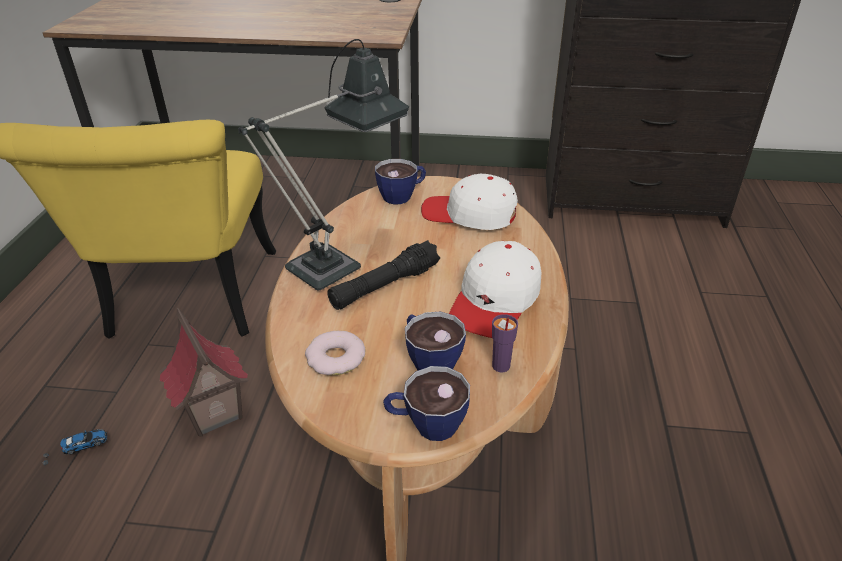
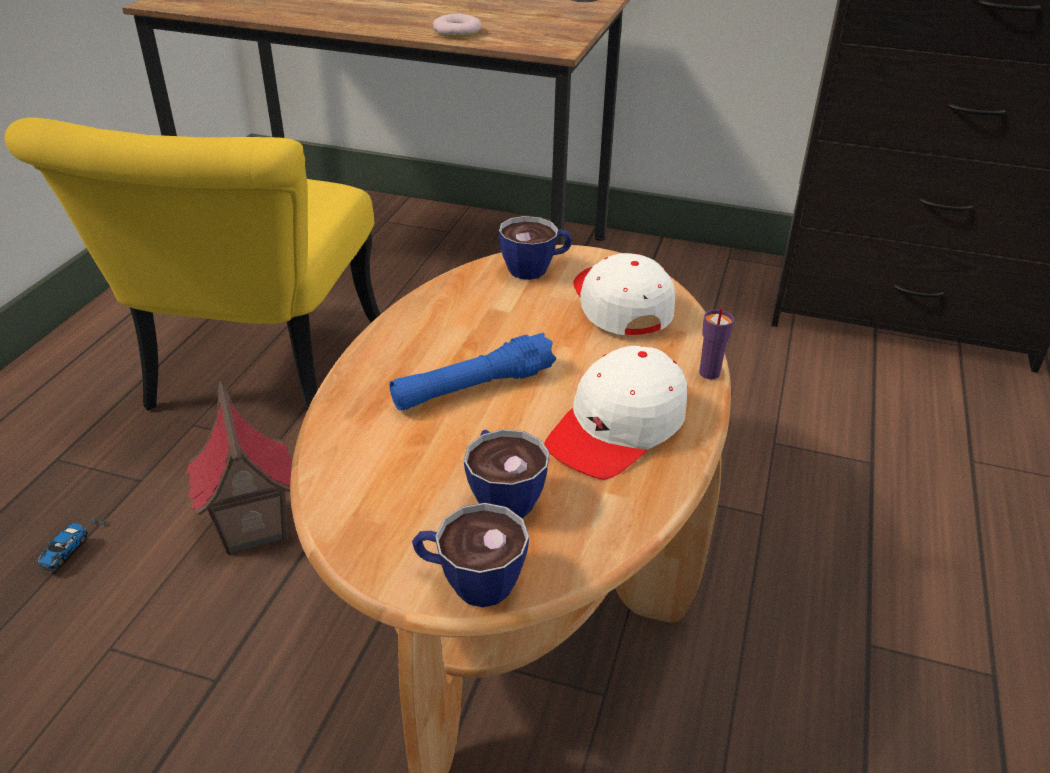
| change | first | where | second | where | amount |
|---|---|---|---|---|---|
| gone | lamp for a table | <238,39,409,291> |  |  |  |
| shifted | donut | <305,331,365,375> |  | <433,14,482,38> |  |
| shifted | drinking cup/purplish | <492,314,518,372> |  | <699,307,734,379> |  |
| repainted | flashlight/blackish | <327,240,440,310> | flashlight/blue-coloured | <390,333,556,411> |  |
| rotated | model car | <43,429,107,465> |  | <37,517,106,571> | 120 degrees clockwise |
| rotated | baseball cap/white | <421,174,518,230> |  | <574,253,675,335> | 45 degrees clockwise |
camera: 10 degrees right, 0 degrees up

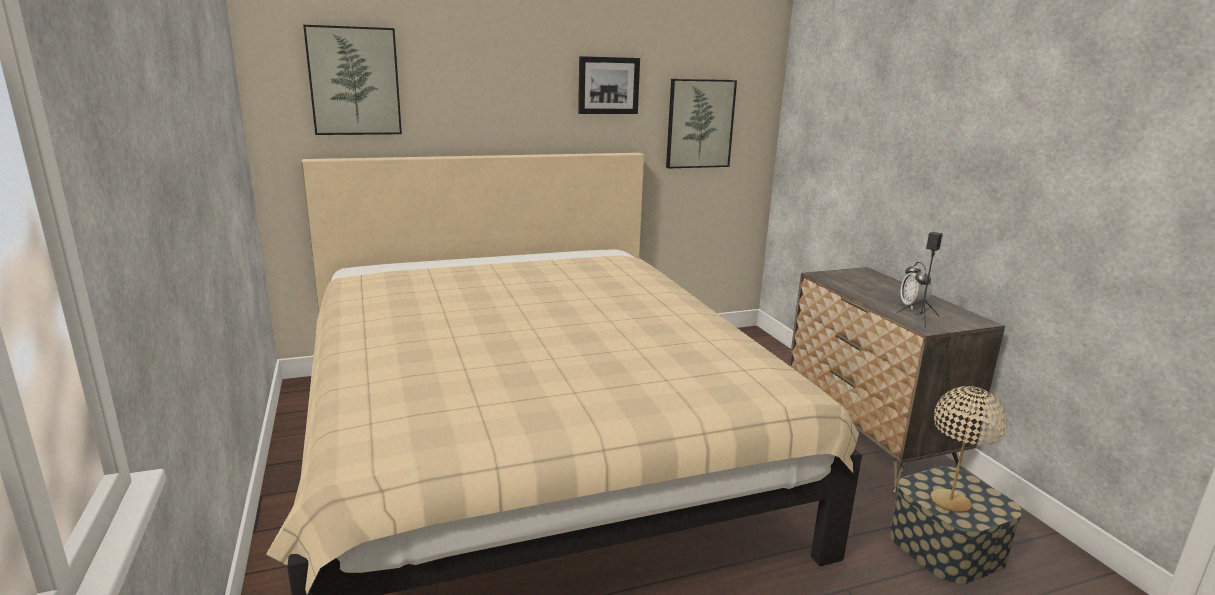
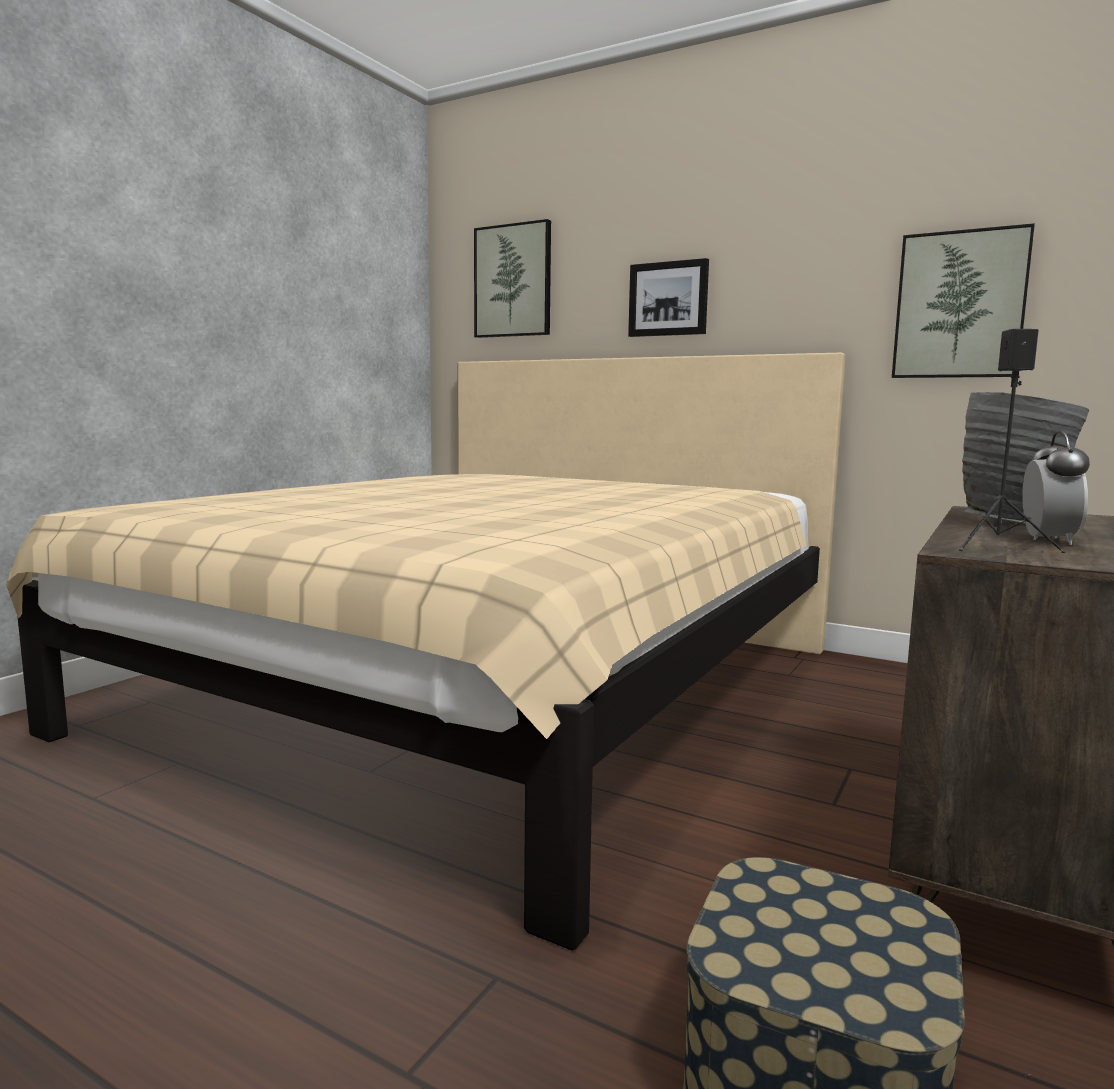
| change | first | where | second | where | amount |
|---|---|---|---|---|---|
| gone | lamp for a table/beige | <930,386,1007,513> |  |  |  |
| new |  |  | vase/gray | <962,392,1089,524> |  |
| shifted | wall art | <578,56,640,114> |  | <628,258,709,337> |  |
| rotated | alarm clock | <900,262,932,310> |  | <1022,430,1090,545> | 150 degrees clockwise |
camera: 50 degrees right, 10 degrees down

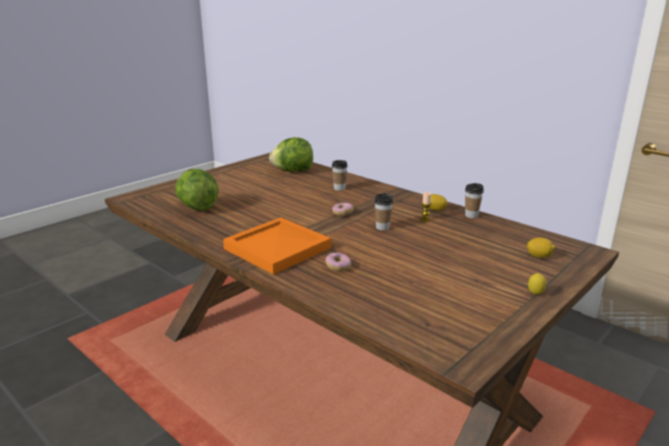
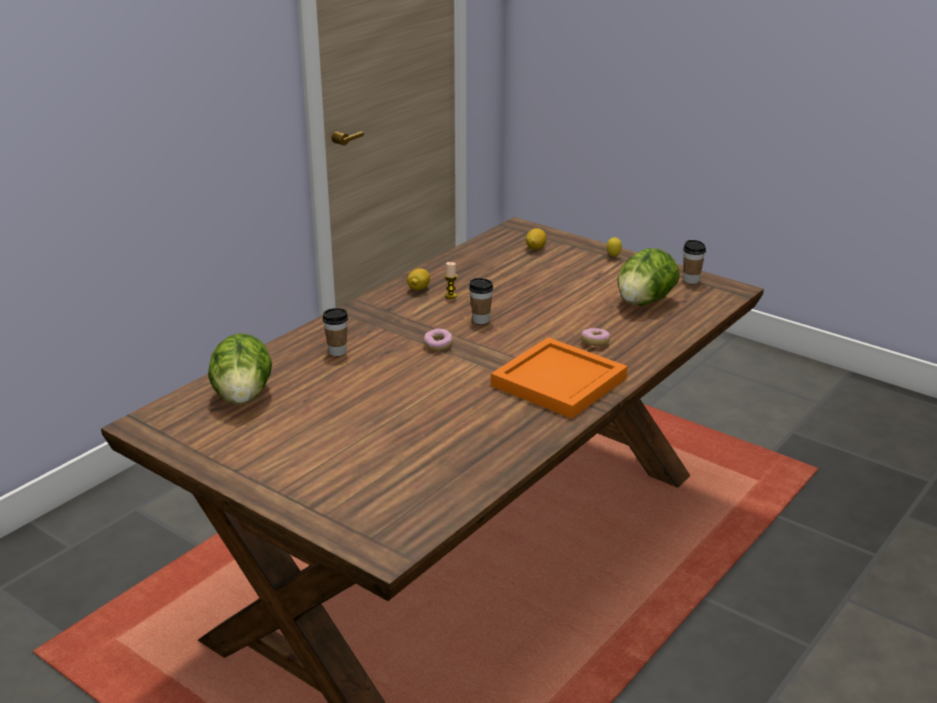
| change | first | where | second | where | amount |
|---|---|---|---|---|---|
| shifted | lettuce head | <175,169,219,211> |  | <618,248,680,306> |  |
| shifted | drinking cup | <465,183,484,218> |  | <683,240,706,284> |  |
camera: 95 degrees left, 5 degrees up

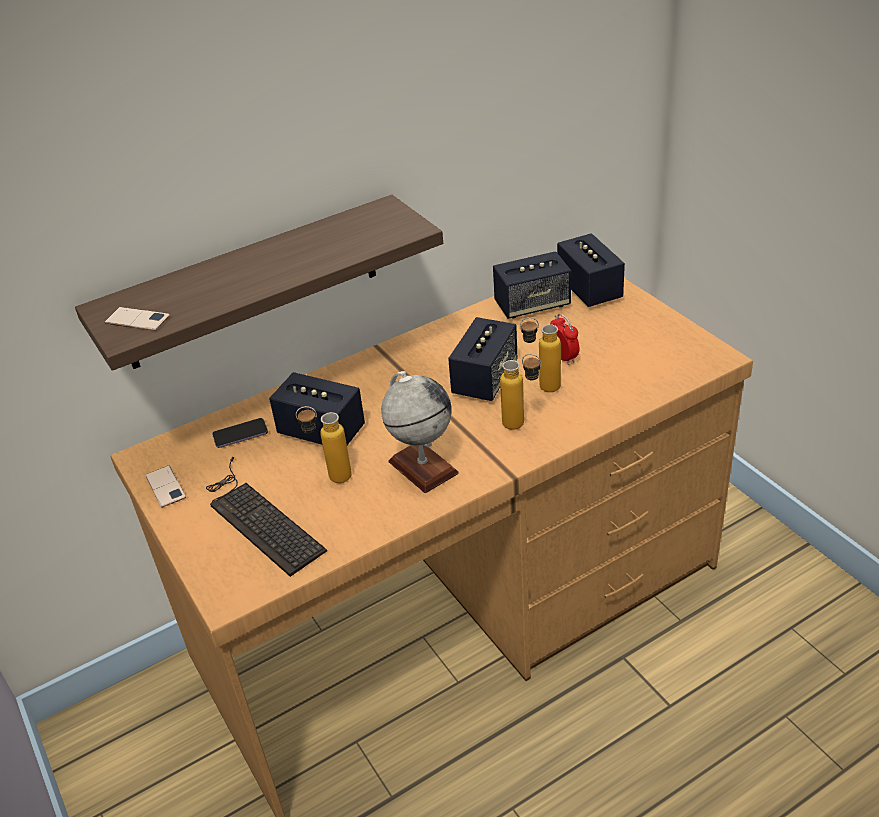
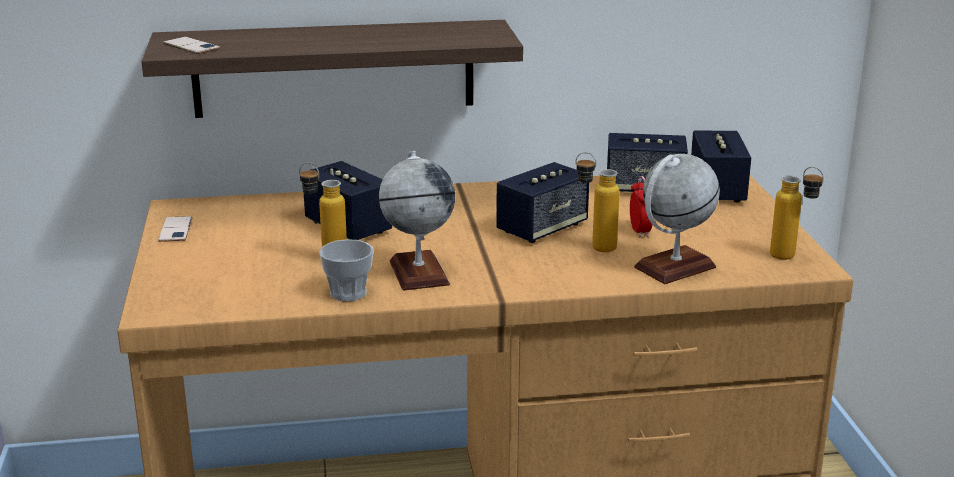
| change | first | where | second | where | amount |
|---|---|---|---|---|---|
| gone | computer keyboard | <206,457,327,577> |  |  |  |
| gone | phone | <212,418,268,448> |  |  |  |
| new |  |  | drinking cup | <319,239,374,301> |  |
| new |  |  | world globe | <634,154,720,284> |  |
| shifted | bottle | <500,354,542,430> |  | <770,166,824,260> |  |
camera: 20 degrees right, 15 degrees down

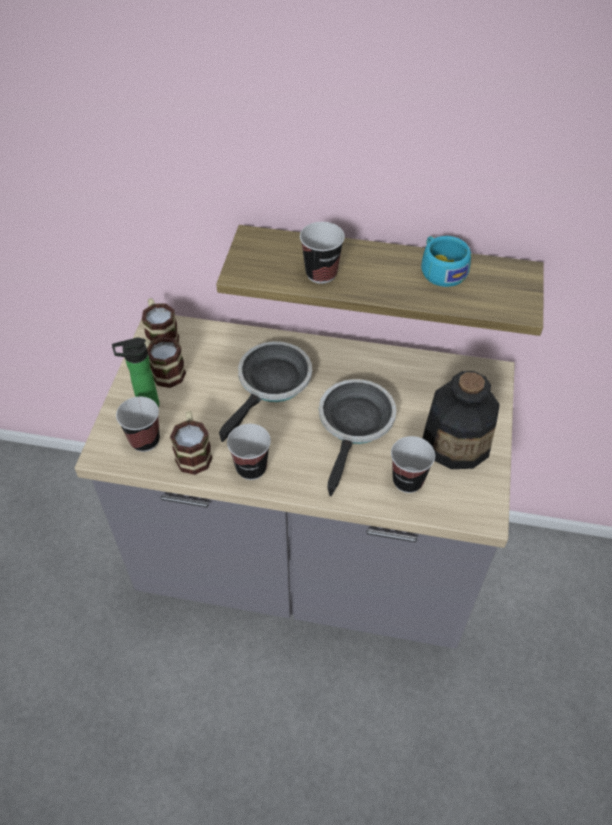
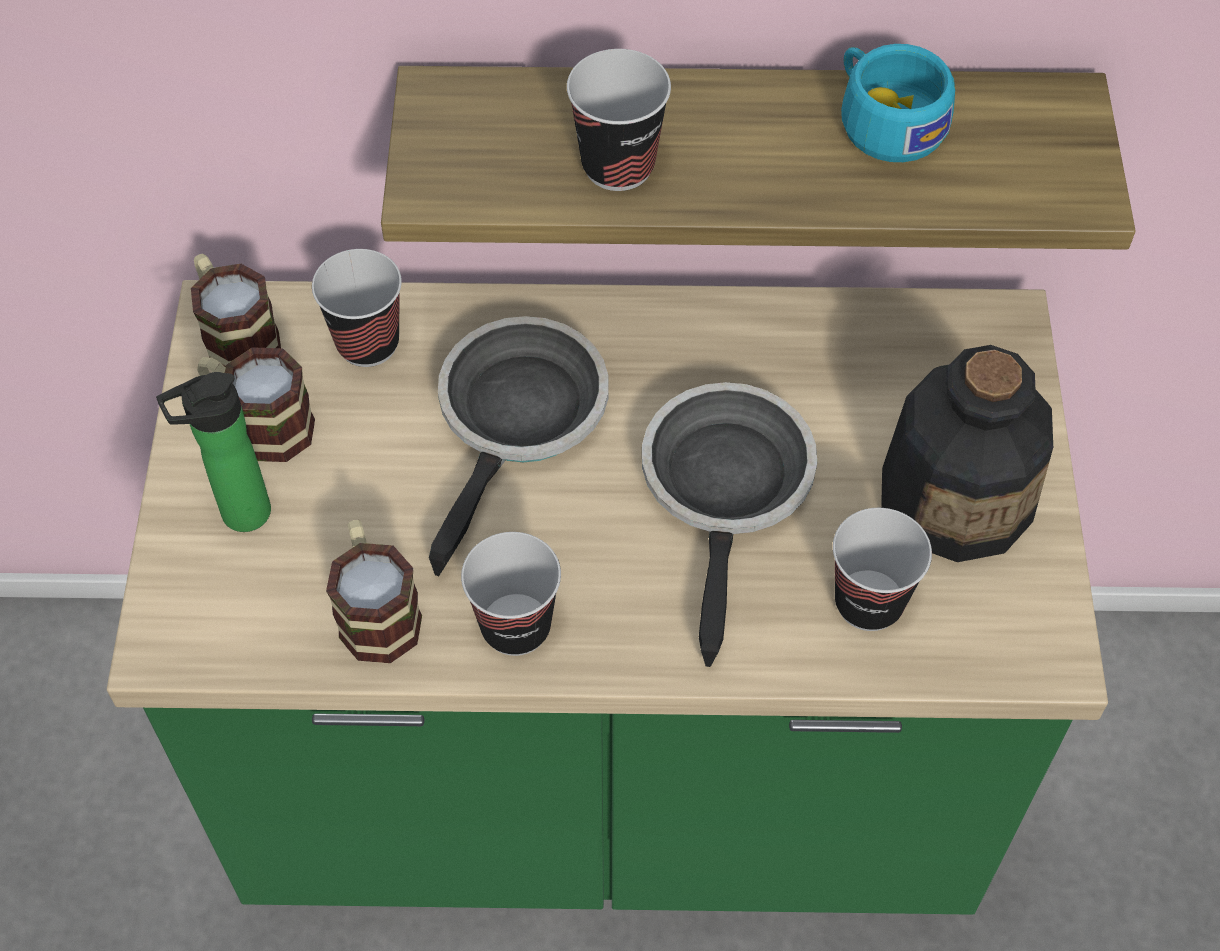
| change | first | where | second | where | amount |
|---|---|---|---|---|---|
| shifted | drinking cup | <116,396,160,452> |  | <312,249,402,367> |  |
| repainted | kitchen base unit/gray | <75,315,515,649> | kitchen base unit/green-coloured | <107,280,1108,915> |  |
camera: 10 degrees left, 5 degrees up

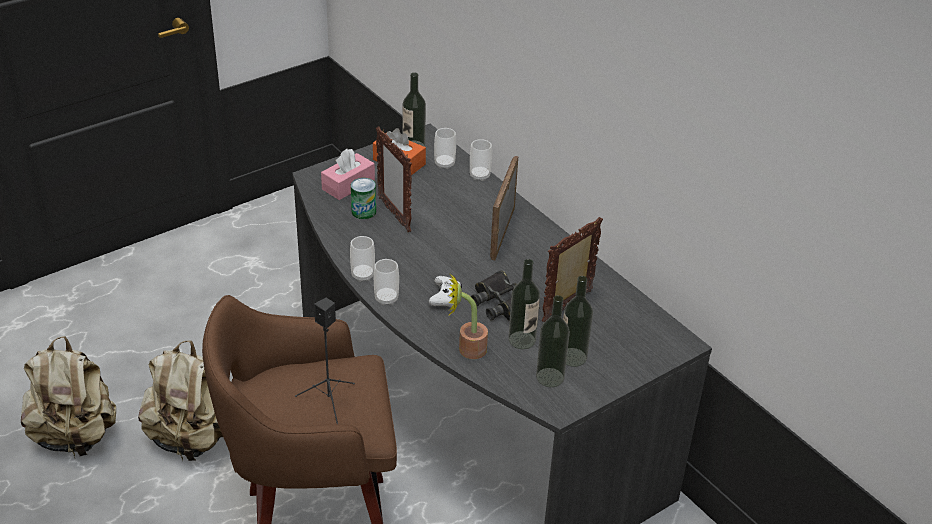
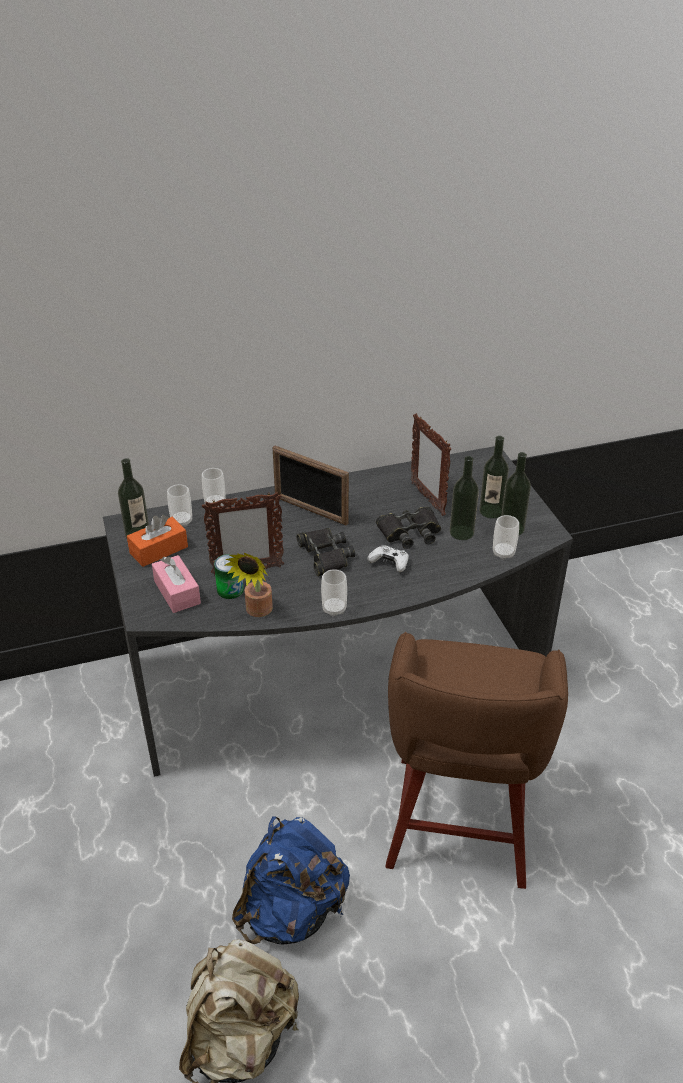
| change | first | where | second | where | amount |
|---|---|---|---|---|---|
| gone | audio speaker/blackish | <295,298,355,424> |  |  |  |
| new |  |  | binoculars/blackish | <296,528,355,576> |  |
| shifted | drinking cup | <374,259,399,305> |  | <493,515,519,560> |  |
| shifted | houseplant | <448,273,488,359> |  | <224,553,273,617> |  |
| repainted | knapsack/beige | <138,341,223,463> | knapsack/blue-coloured | <232,816,350,945> |  |
camera: 70 degrees left, 0 degrees up

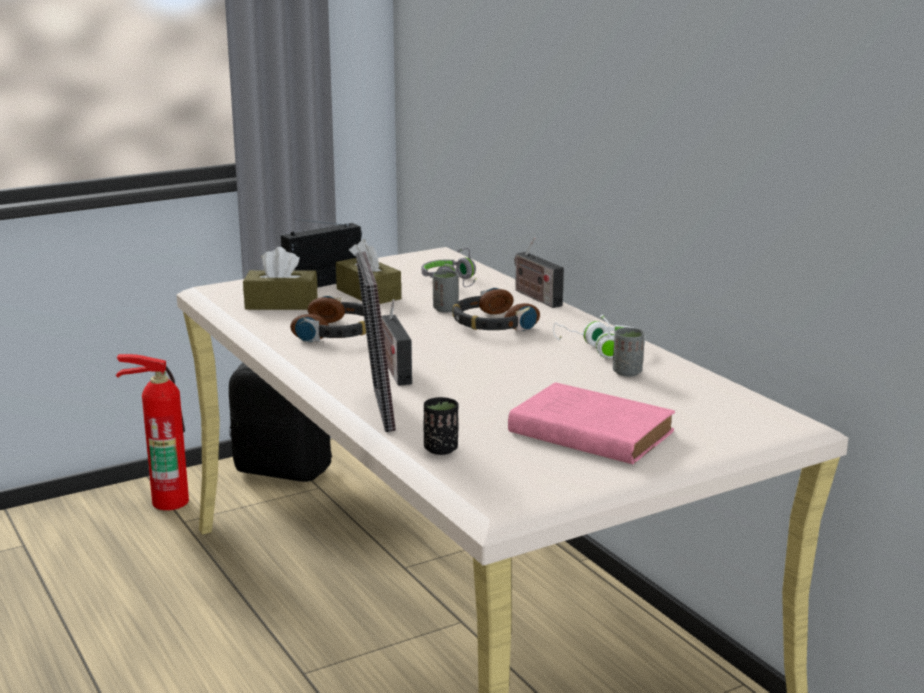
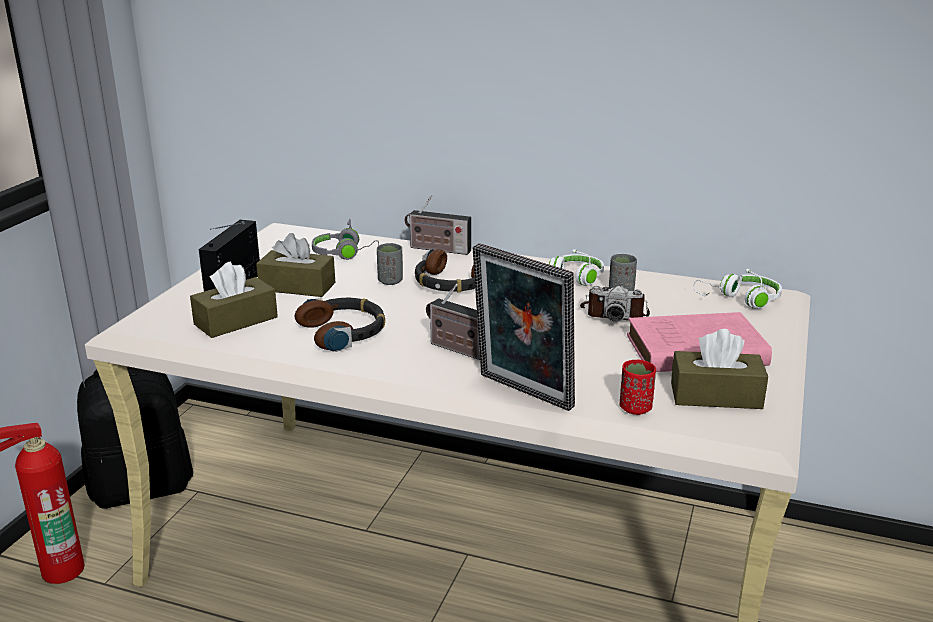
| change | first | where | second | where | amount |
|---|---|---|---|---|---|
| new |  |  | photo camera | <580,285,650,322> |  |
| new |  |  | tissue holder/brown-coloured | <671,329,768,409> |  |
| new |  |  | headset/white | <694,269,782,309> |  |
| repainted | drinking cup/blackish | <423,397,458,455> | drinking cup/red | <620,360,656,415> |  |
camera: 40 degrees left, 5 degrees up

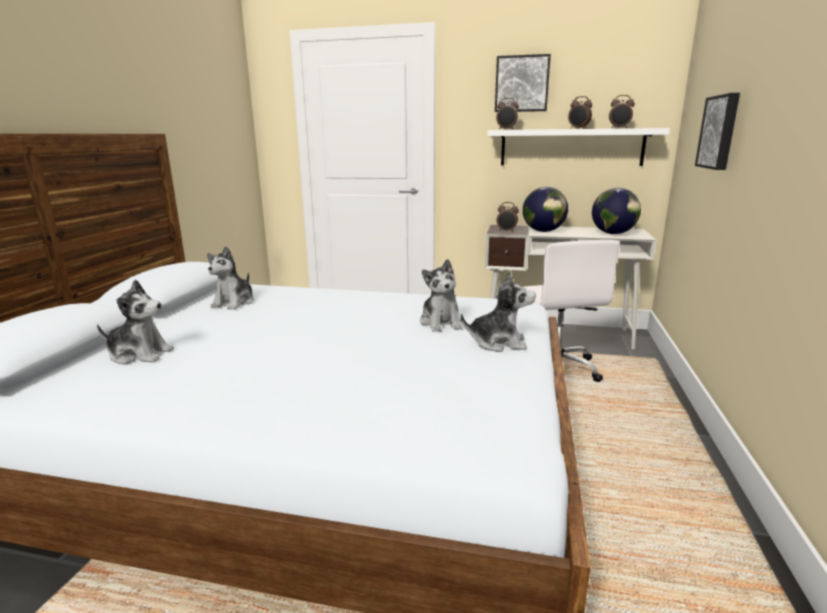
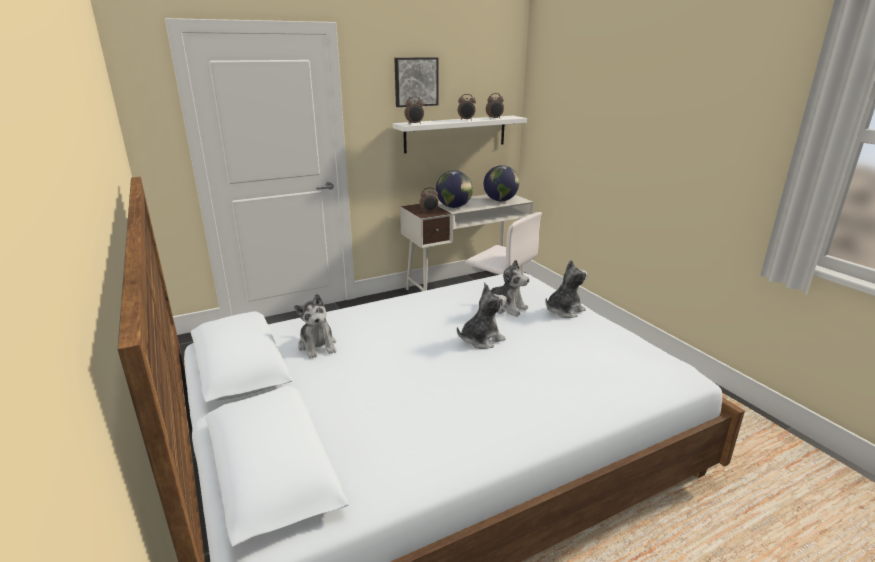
| change | first | where | second | where | amount |
|---|---|---|---|---|---|
| gone | wall art | <695,93,740,170> |  |  |  |
| shifted | cuddly toy | <97,279,174,365> |  | <457,284,507,349> |  |
camera: 40 degrees left, 5 degrees up

